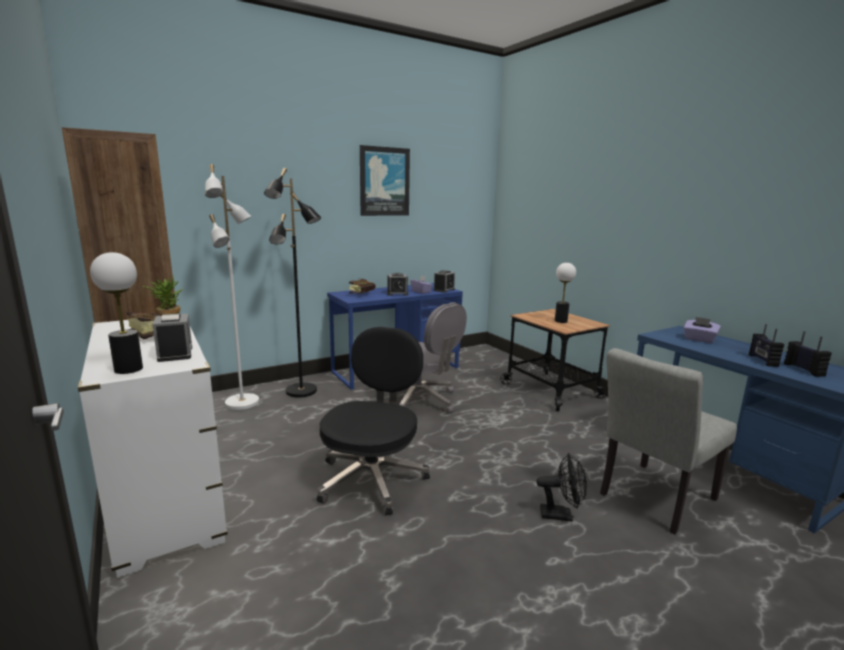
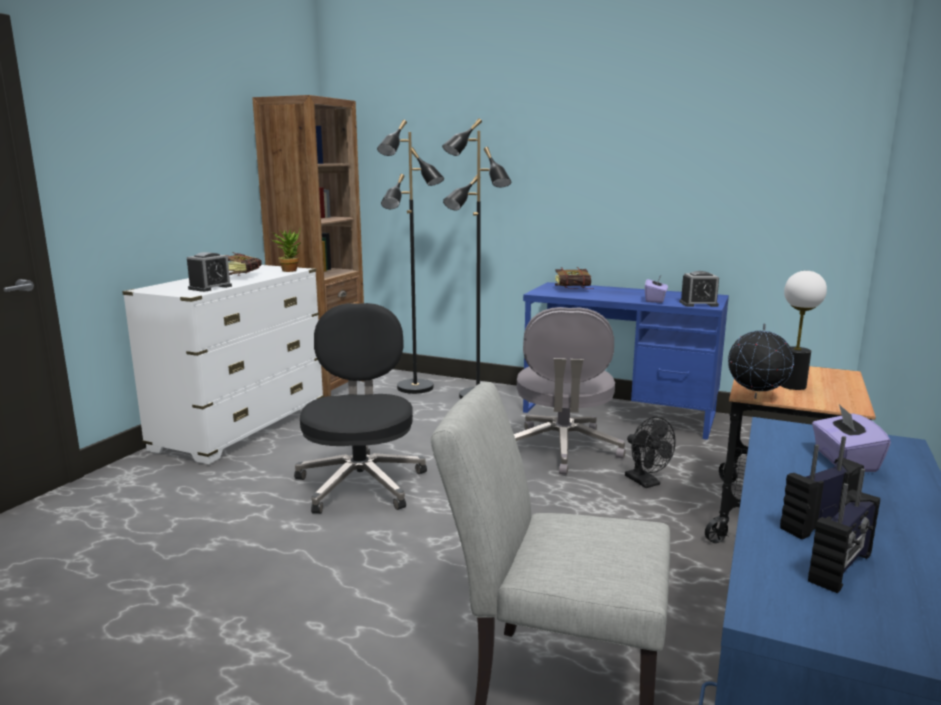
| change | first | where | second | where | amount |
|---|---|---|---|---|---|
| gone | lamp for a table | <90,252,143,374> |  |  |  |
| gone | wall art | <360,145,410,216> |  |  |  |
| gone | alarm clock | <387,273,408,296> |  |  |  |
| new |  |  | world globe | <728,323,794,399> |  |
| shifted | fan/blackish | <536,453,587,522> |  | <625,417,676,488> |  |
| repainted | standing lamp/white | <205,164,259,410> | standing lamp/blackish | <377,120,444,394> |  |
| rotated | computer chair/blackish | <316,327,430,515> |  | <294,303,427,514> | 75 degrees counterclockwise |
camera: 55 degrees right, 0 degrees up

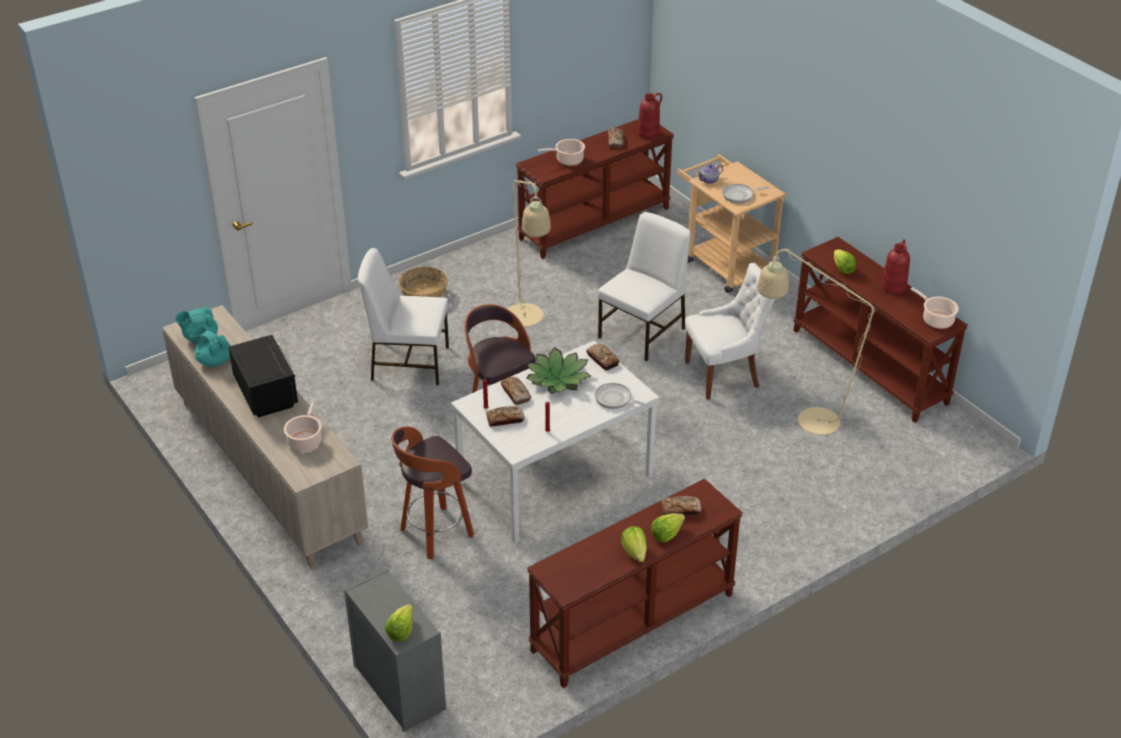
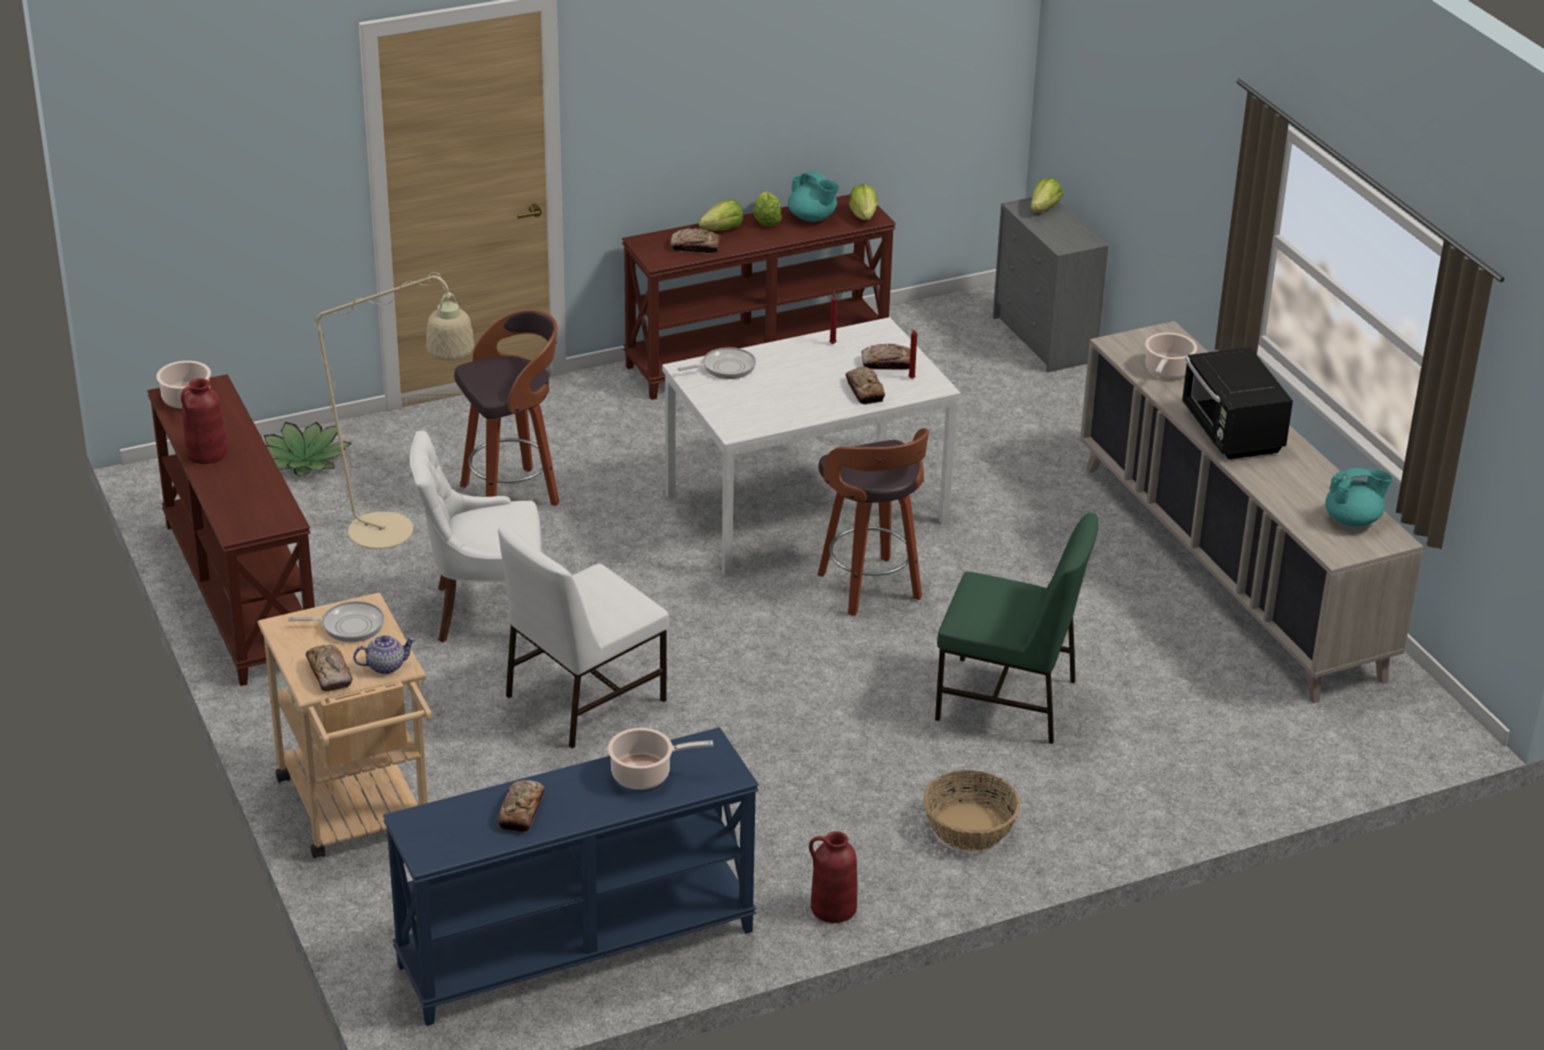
| change | first | where | second | where | amount |
|---|---|---|---|---|---|
| gone | standing lamp/beige | <502,180,551,327> |  |  |  |
| shifted | teapot/blue-green | <191,327,231,367> |  | <788,171,840,222> |  |
| shifted | sitting stool | <391,426,474,559> |  | <454,309,559,506> |  |
| shifted | houseplant | <526,348,591,394> |  | <264,422,352,477> |  |
| shifted | bread | <586,344,619,370> |  | <306,645,352,692> |  |
| shifted | vase/red | <638,93,662,139> |  | <809,831,857,923> |  |
| shifted | lettuce head | <834,249,856,274> |  | <849,184,878,220> |  |
| repainted | upright chair/white | <358,248,449,385> | upright chair/green-coloured | <935,513,1098,744> |  |
| repainted | hall table/brown-coloured | <516,119,674,259> | hall table/blue-coloured | <383,727,759,1026> |  |
| rotated | skillet | <595,383,648,409> |  | <677,347,756,379> | 60 degrees counterclockwise |
camera: 170 degrees left, 5 degrees down

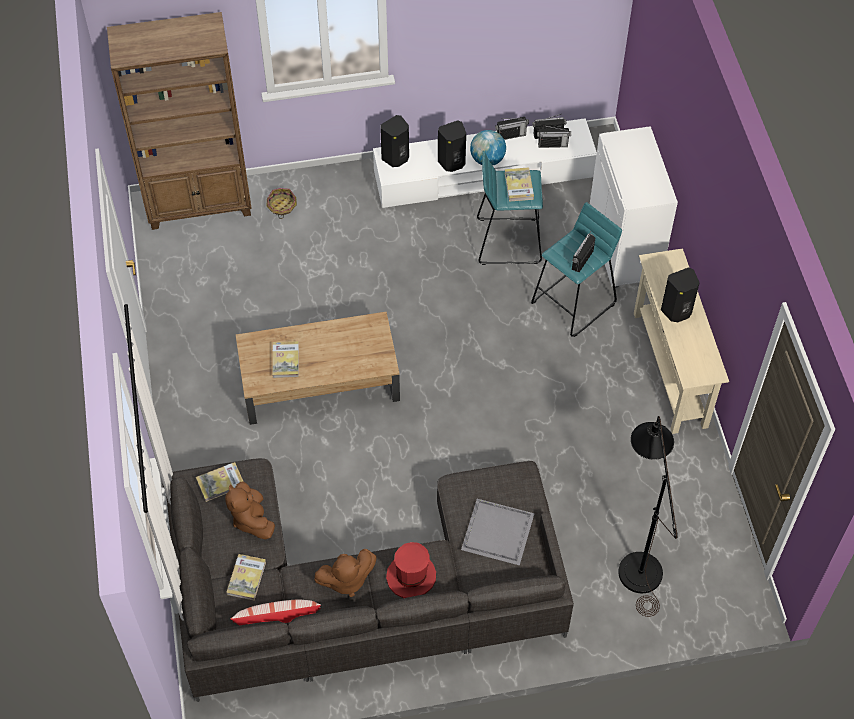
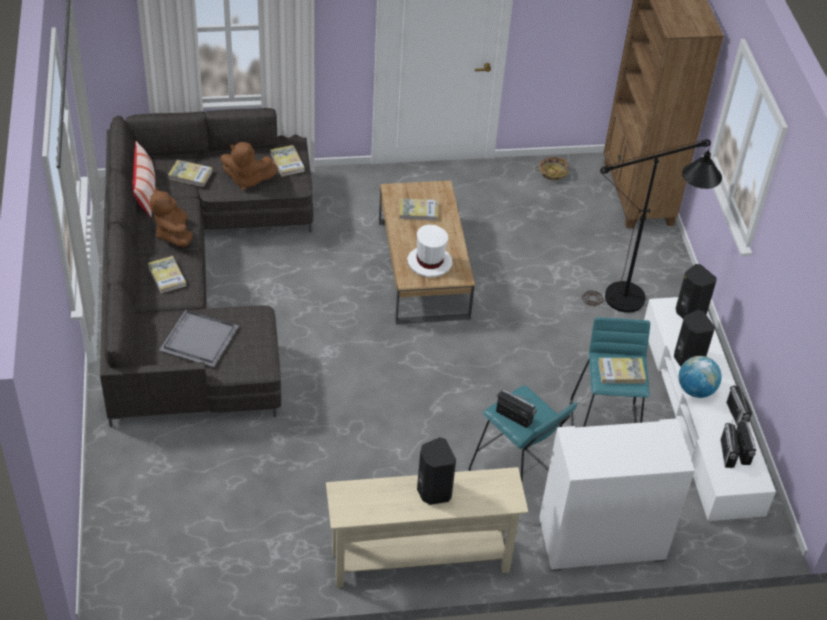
| change | first | where | second | where | amount |
|---|---|---|---|---|---|
| new |  |  | wearable hat/white | <407,225,452,277> |  |
| shifted | household basket | <267,188,297,219> |  | <535,157,568,181> |  |
| shifted | standing lamp/blackish | <618,416,678,617> |  | <582,139,722,313> |  |
| swapped | wearable hat/red | <386,542,436,598> | bound book | <148,256,187,293> |  |
| rotated | cuddly toy/brown-coloured | <225,481,275,540> |  | <220,142,278,191> | 150 degrees counterclockwise |
camera: 90 degrees right, 10 degrees down

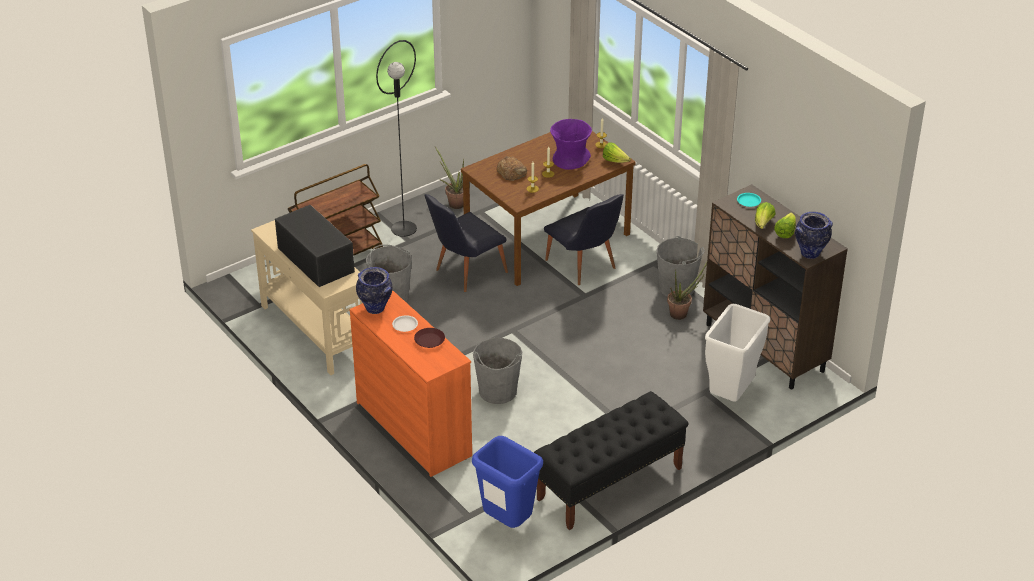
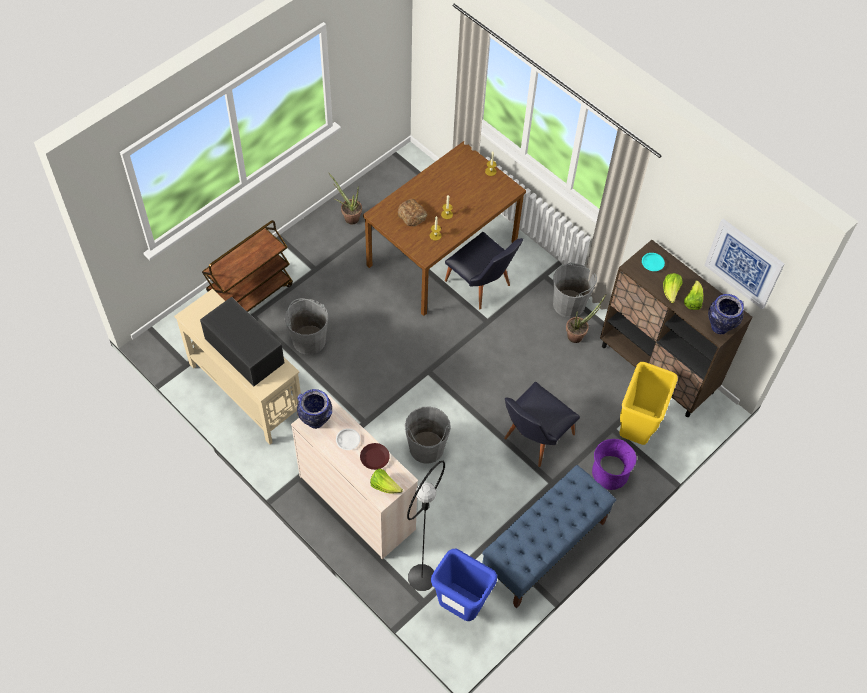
| change | first | where | second | where | amount |
|---|---|---|---|---|---|
| new |  |  | wall art | <704,219,785,309> |  |
| shifted | standing lamp/blackish | <376,40,417,237> |  | <407,461,445,591> |  |
| shifted | upright chair/blackish | <424,194,508,292> |  | <504,382,580,467> |  |
| shifted | vase/purplish | <550,119,592,170> |  | <592,439,636,490> |  |
| shifted | lettuce head | <603,142,631,163> |  | <370,469,403,494> |  |
| repainted | drawer chest/orange-coloured | <349,290,472,477> | drawer chest/beige | <291,395,418,559> |  |
| repainted | long seat/blackish | <534,391,689,530> | long seat/blue-coloured | <482,465,616,608> |  |
| repainted | rubbish bin/white | <705,304,770,401> | rubbish bin/yellowish | <619,362,678,445> |  |
camera: 10 degrees left, 20 degrees up

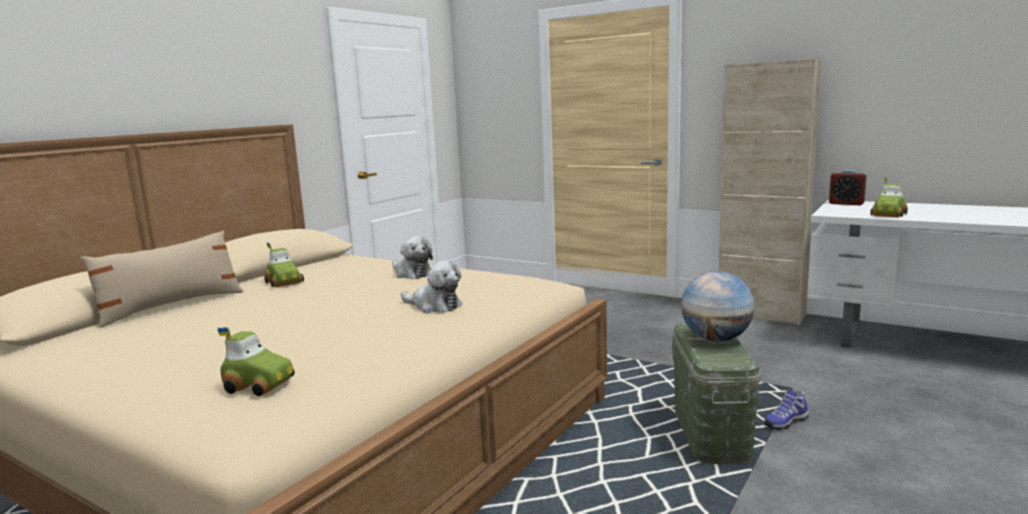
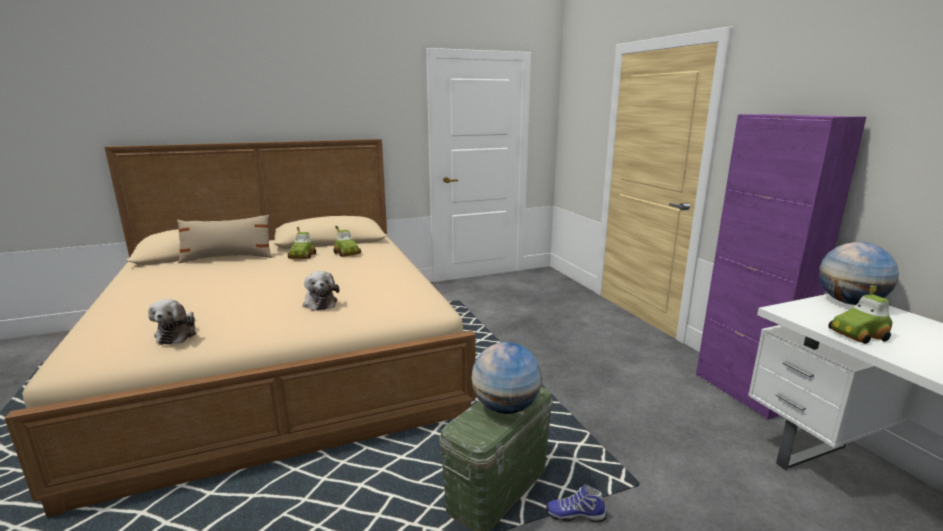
| change | first | where | second | where | amount |
|---|---|---|---|---|---|
| shifted | model car | <217,327,294,396> |  | <334,226,361,257> |  |
| shifted | cuddly toy | <392,236,433,279> |  | <148,299,196,345> |  |
| swapped | alarm clock | <829,170,867,205> | world globe | <819,242,899,305> |  |
| repainted | storage cabinet/beige | <719,59,822,325> | storage cabinet/purplish | <696,114,866,420> |  |
camera: 35 degrees right, 5 degrees up

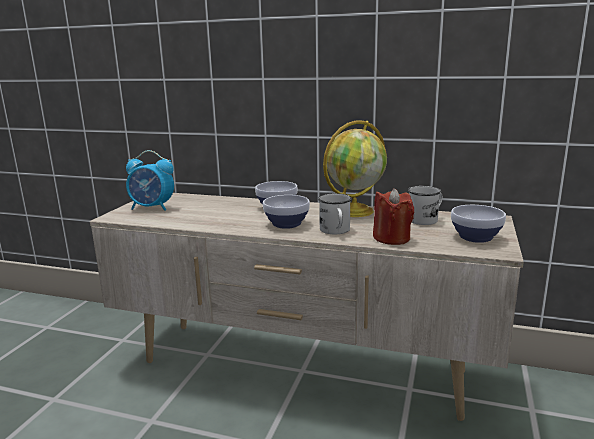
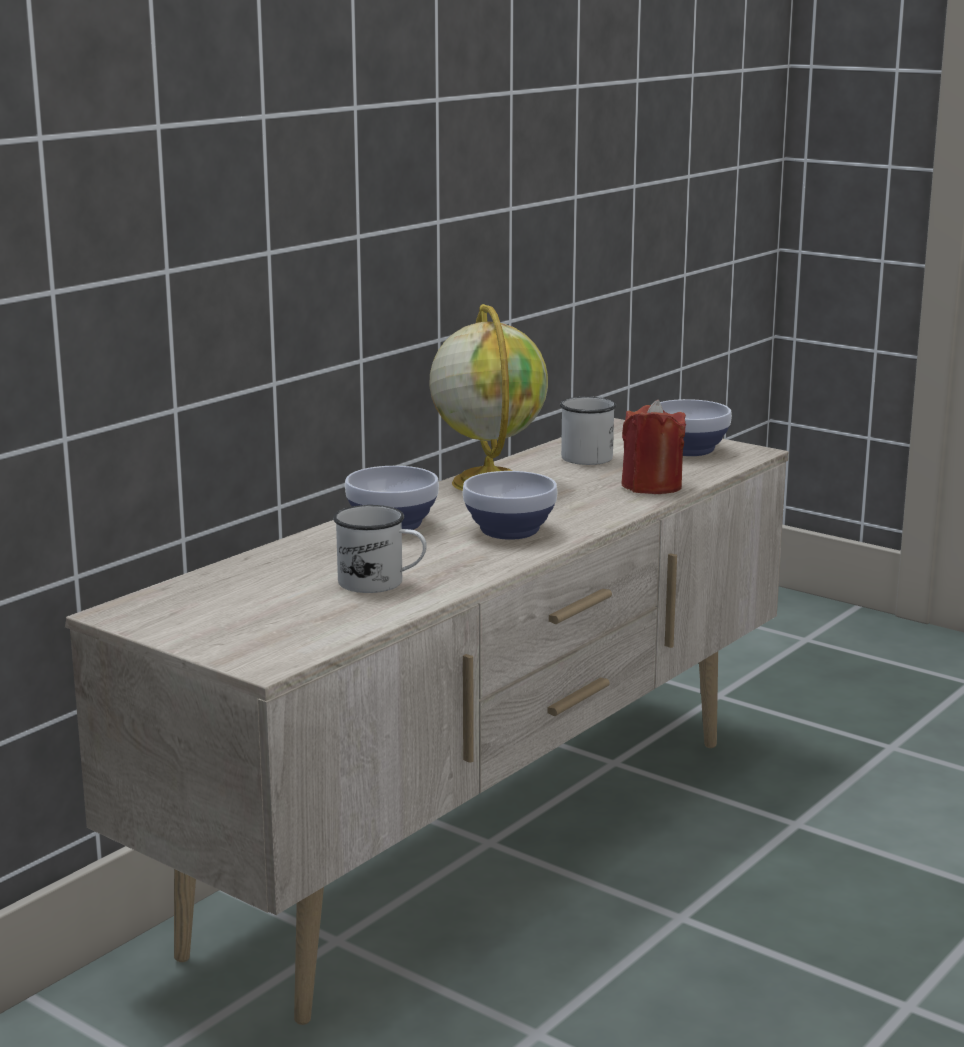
| change | first | where | second | where | amount |
|---|---|---|---|---|---|
| gone | alarm clock | <126,150,174,211> |  |  |  |
| shifted | mug/white | <318,193,352,234> |  | <333,505,427,593> |  |
camera: 70 degrees left, 0 degrees up

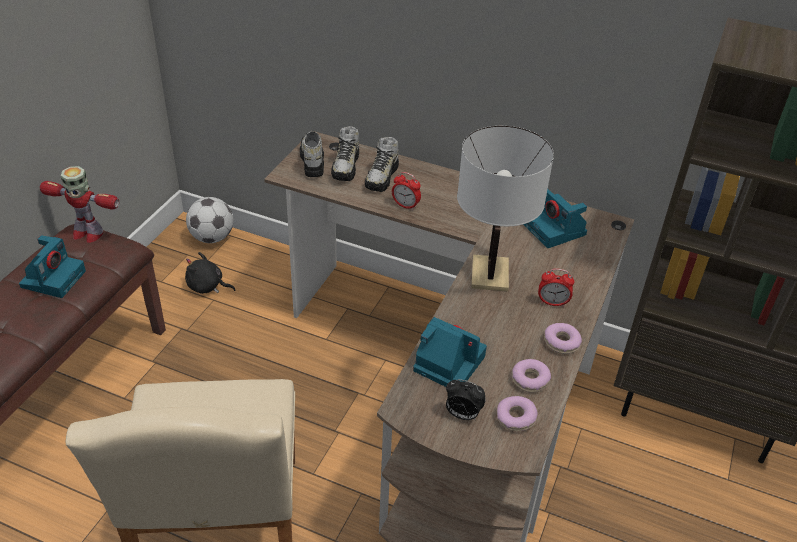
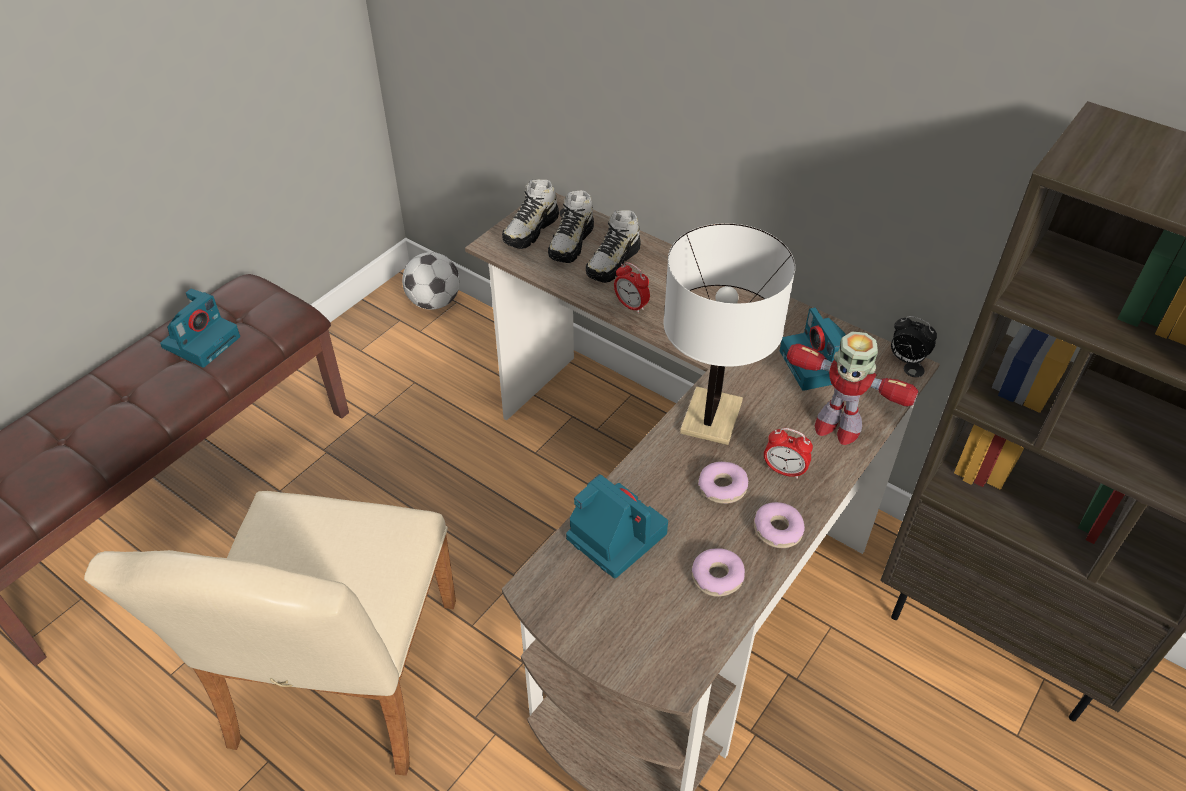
| change | first | where | second | where | amount |
|---|---|---|---|---|---|
| gone | cuddly toy/blackish | <185,252,235,294> |  |  |  |
| shifted | robot figure | <40,166,119,243> |  | <787,332,918,445> |  |
| shifted | alarm clock | <446,379,486,420> |  | <891,316,937,366> |  |
| shifted | donut | <497,396,538,431> |  | <698,462,748,504> |  |
| rotated | shoe | <300,131,324,177> |  | <502,179,559,249> | 150 degrees counterclockwise |
camera: 15 degrees right, 5 degrees up

